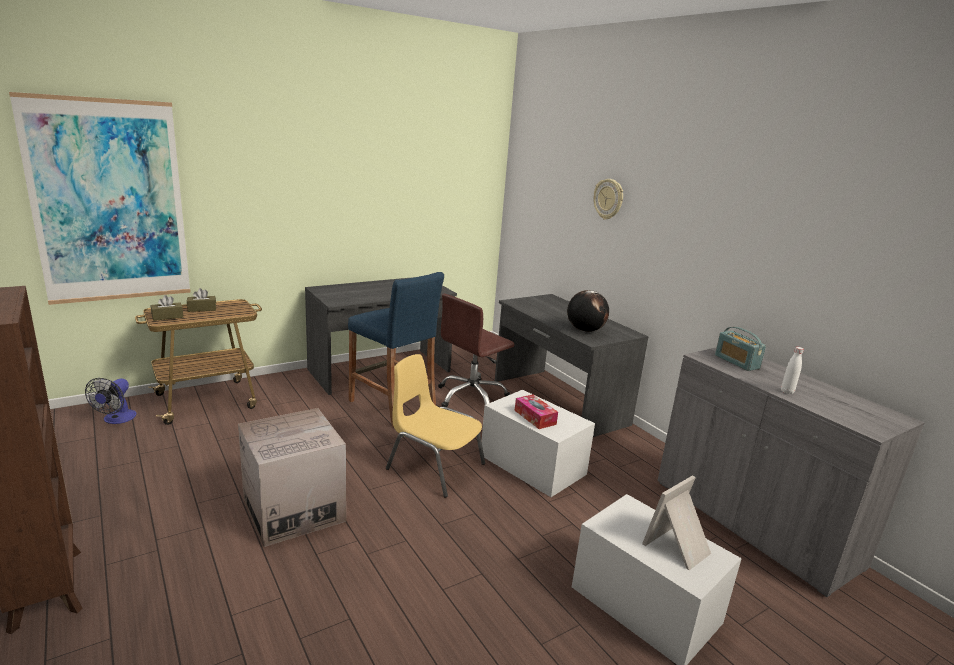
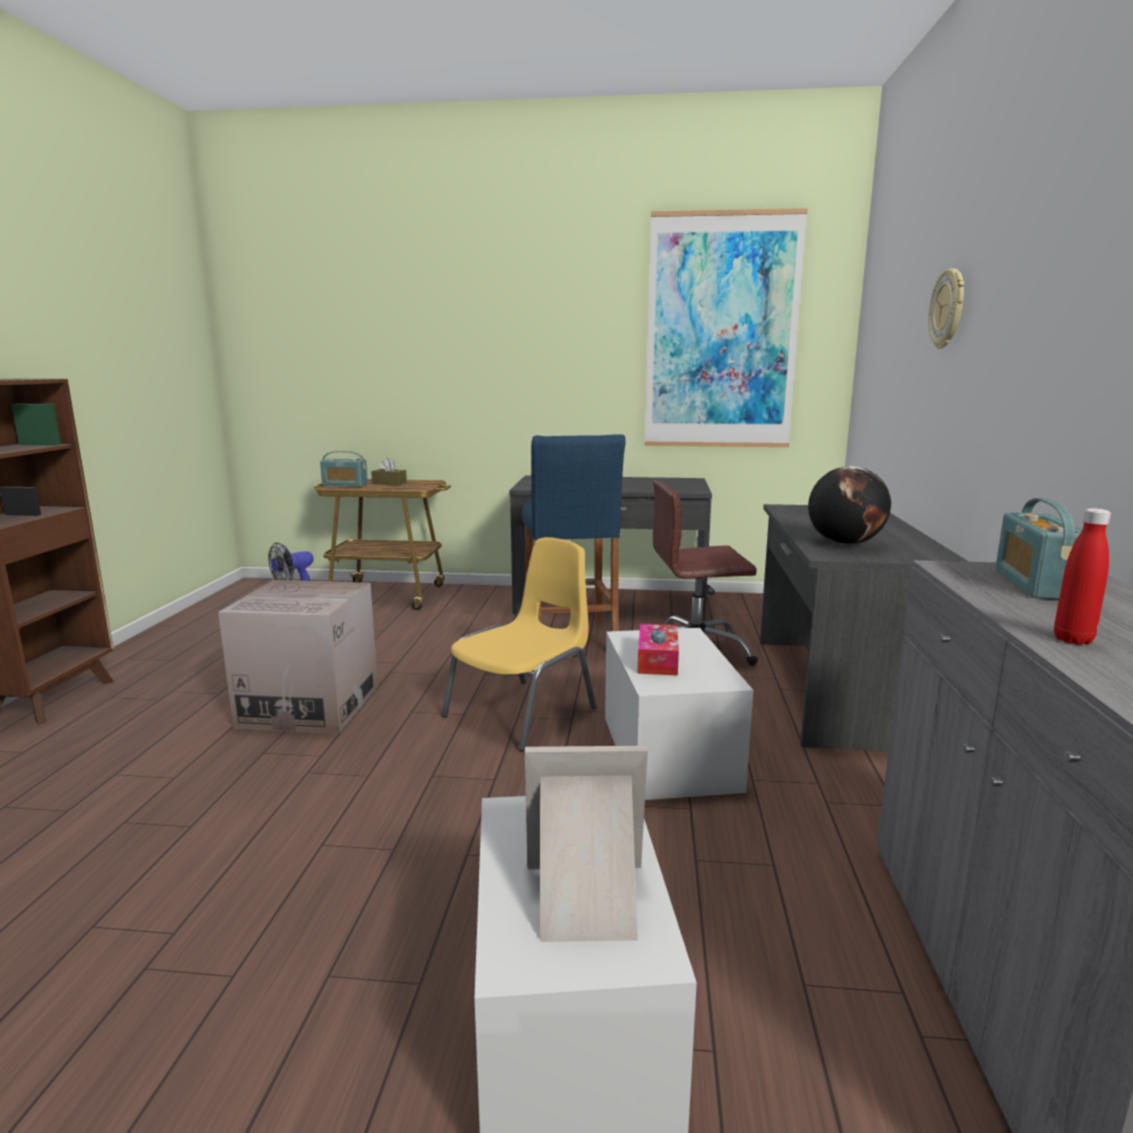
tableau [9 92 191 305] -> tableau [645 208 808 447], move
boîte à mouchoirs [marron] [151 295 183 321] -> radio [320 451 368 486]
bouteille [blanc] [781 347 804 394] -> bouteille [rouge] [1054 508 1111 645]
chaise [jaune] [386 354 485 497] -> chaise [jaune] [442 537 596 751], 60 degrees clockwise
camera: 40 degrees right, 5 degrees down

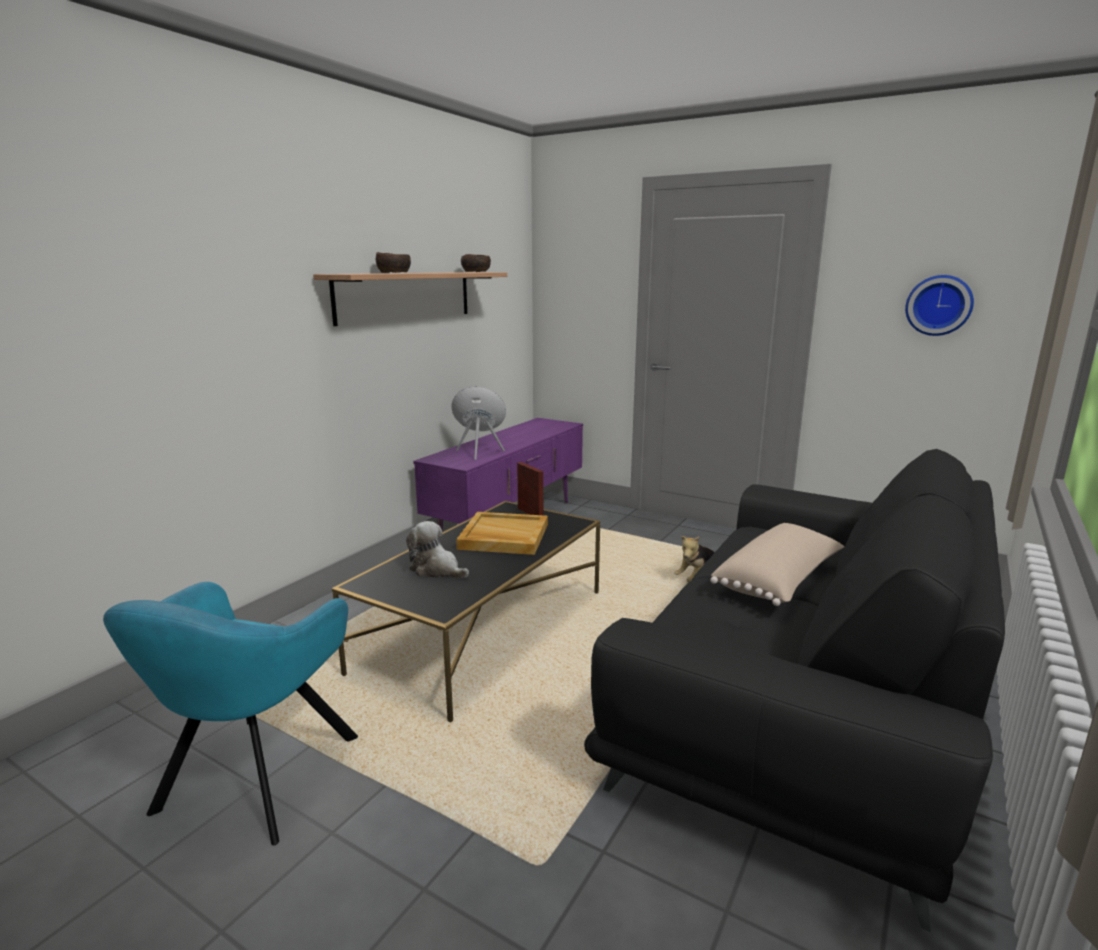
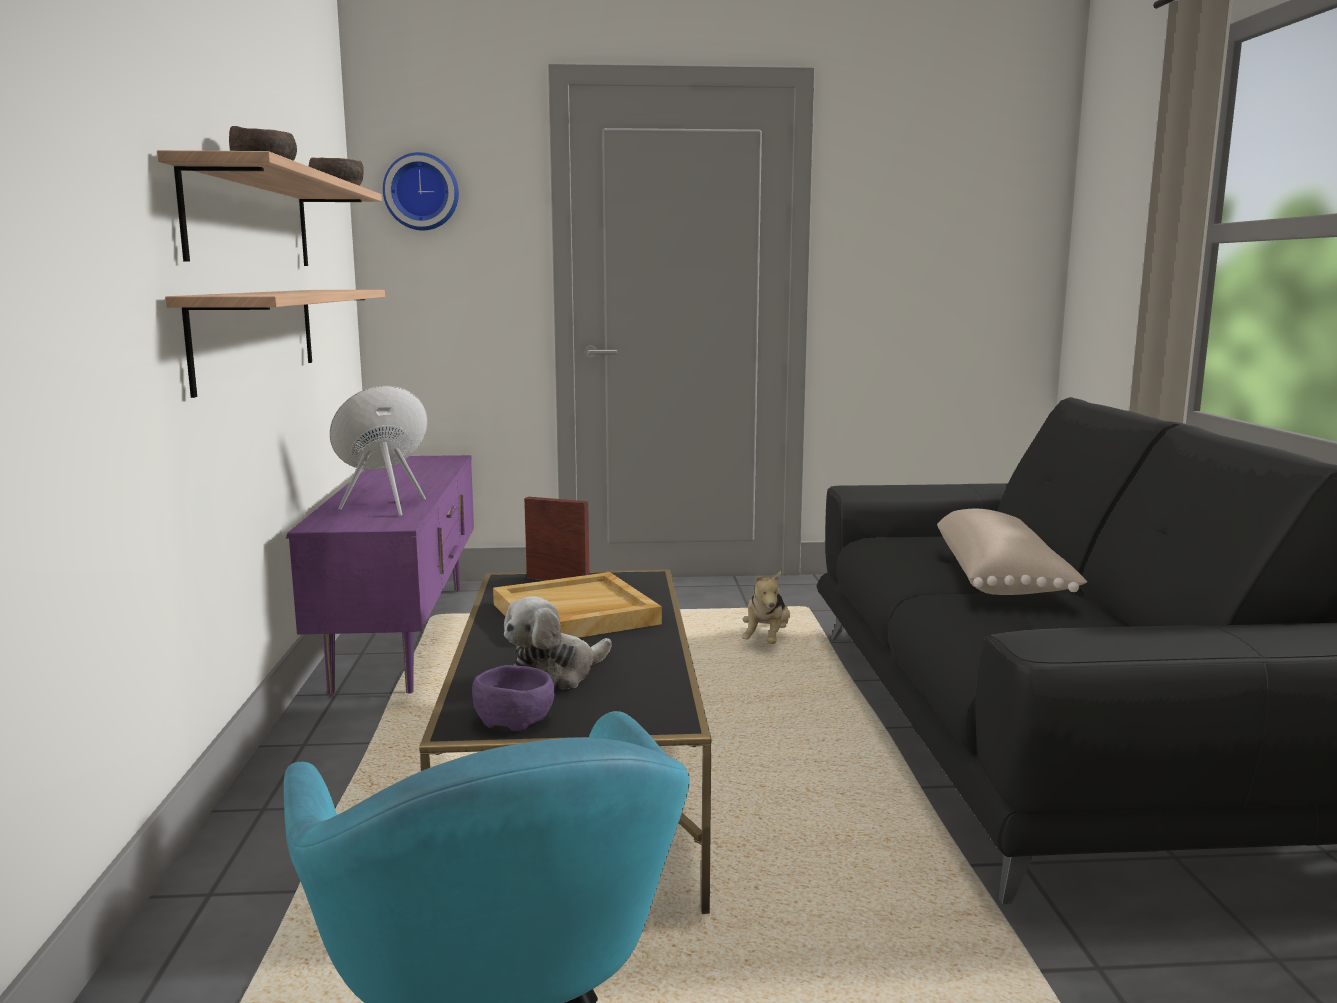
none -> étagère [165 290 385 398]
none -> bol [violet] [472 665 555 731]
horloge murale [905 275 974 336] -> horloge murale [383 152 459 230], move
peluche [406 521 469 579] -> peluche [504 596 612 690], 45 degrees counterclockwise
camera: 35 degrees left, 5 degrees down

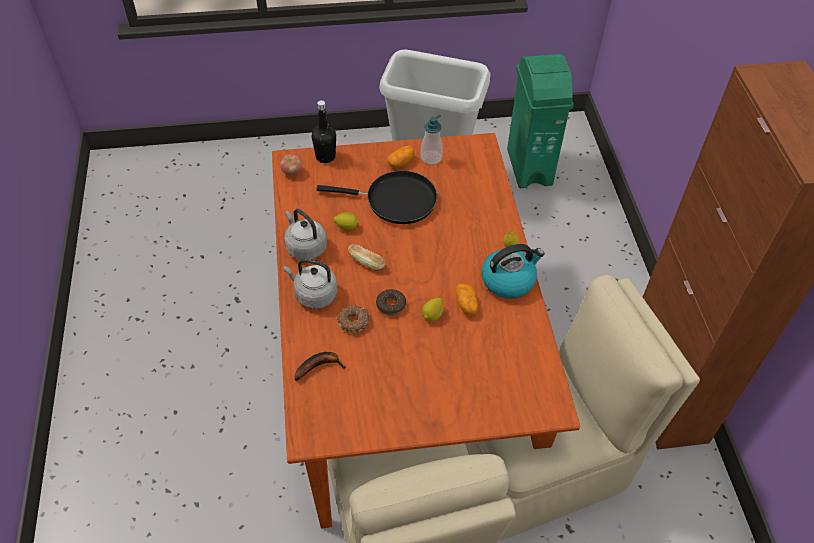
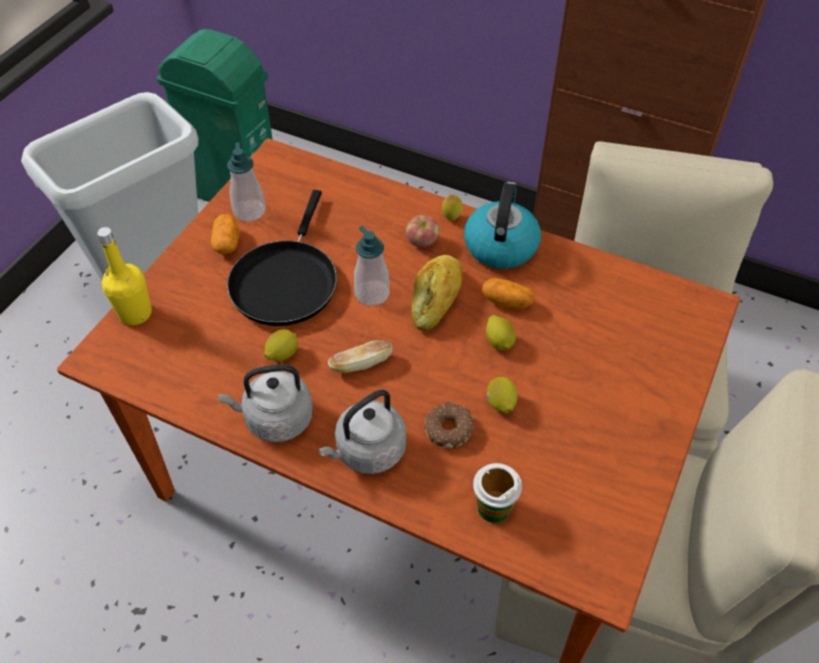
beignet [376 289 406 316] -> none
none -> distributeur de savon [354 226 390 306]
none -> pain [412 255 463 331]
none -> citron [487 377 518 414]
pomme [280 154 302 176] -> pomme [406 215 439 248], move
banane [294 352 346 381] -> tasse [473 463 522 523]
bouteille [noir] [312 100 336 163] -> bouteille [jaune] [97 227 152 325]
poêle [noir] [316 170 437 224] -> poêle [noir] [227 190 337 326], 150 degrees clockwise
camera: 55 degrees left, 0 degrees up

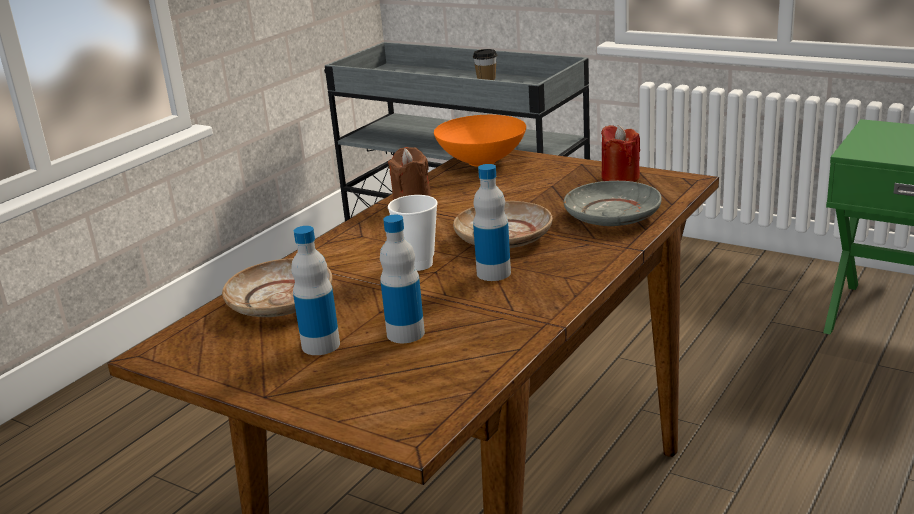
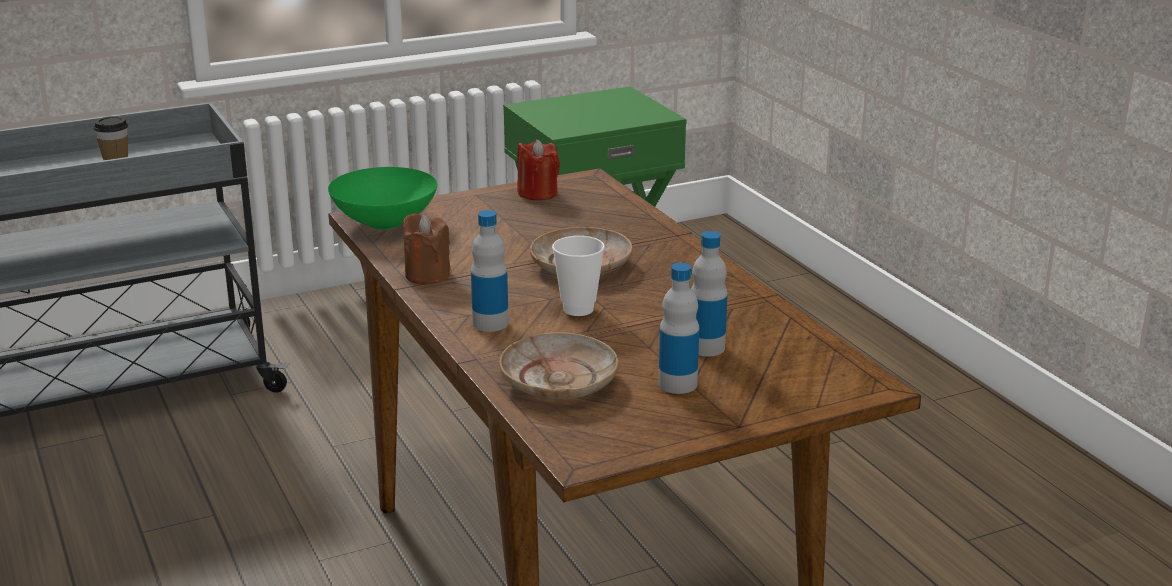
assiette [gris] [564 181 662 226] -> none
bouteille [473 164 511 281] -> bouteille [471 210 509 332], move
bol [orange] [434 115 526 167] -> bol [vert] [328 167 437 230]
camera: 60 degrees left, 0 degrees up

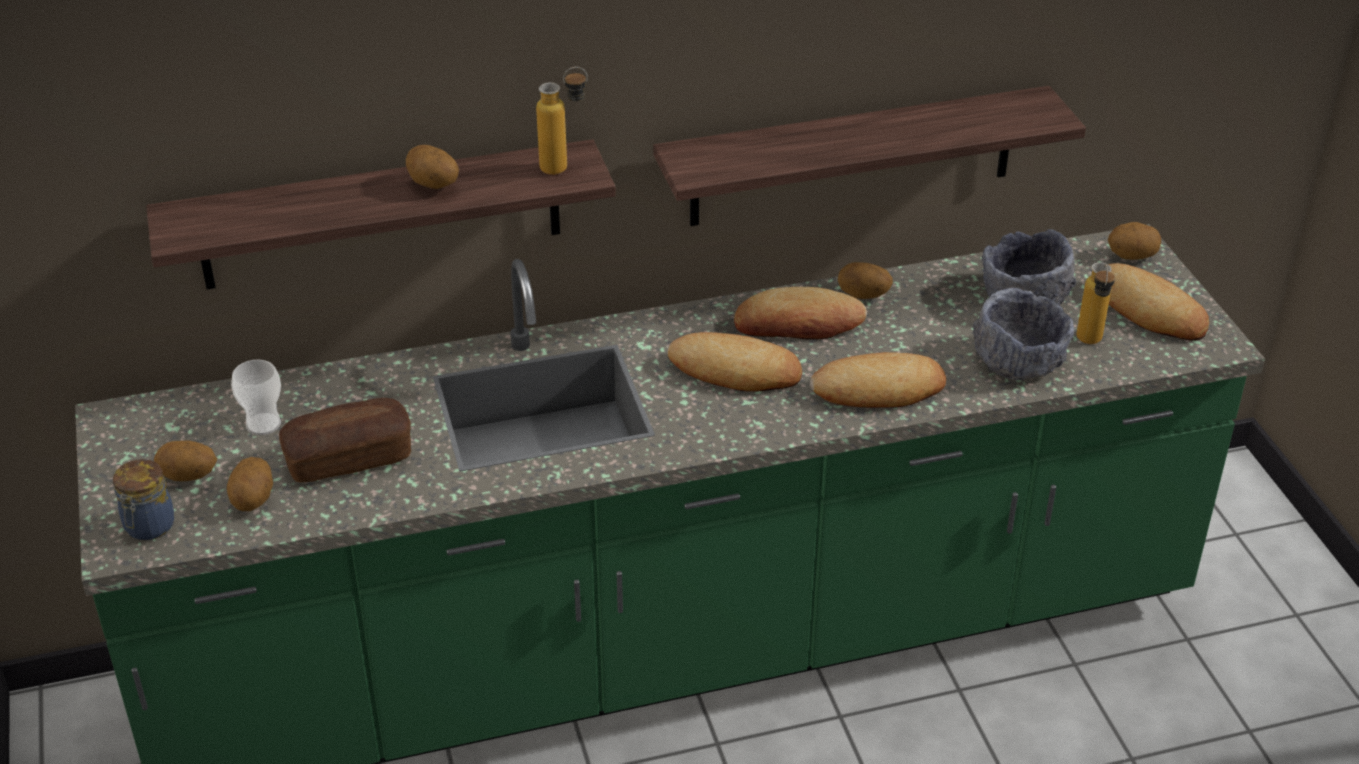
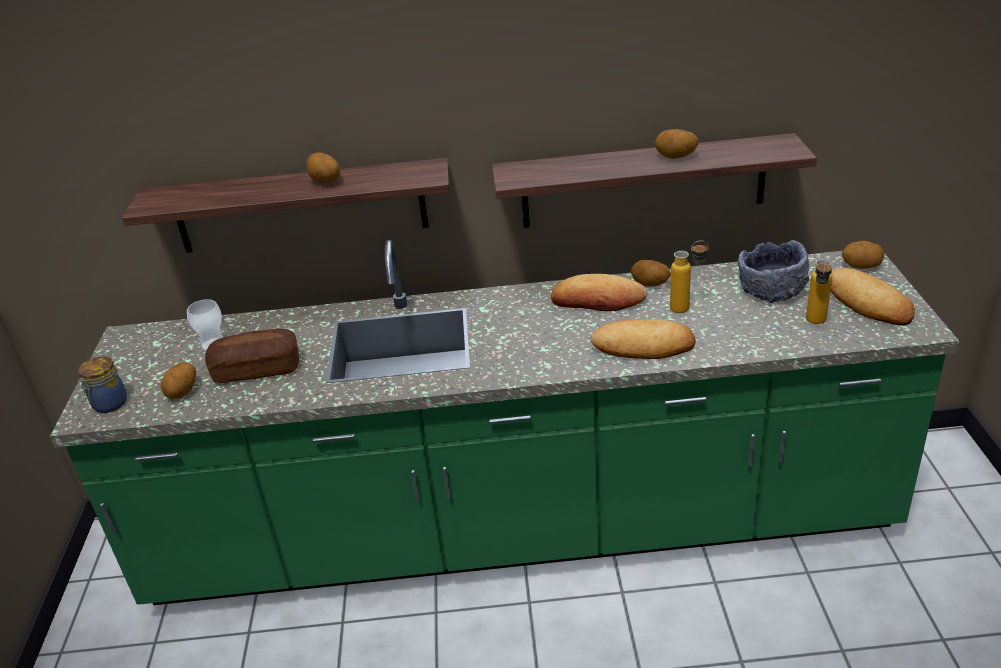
pain [667 332 802 392] -> none
bol [gris] [972 288 1074 380] -> none
pomme de terre [154 441 217 481] -> pomme de terre [655 129 699 159], move
bouteille [536 67 588 175] -> bouteille [670 240 709 313], move
camera: 15 degrees right, 5 degrees down

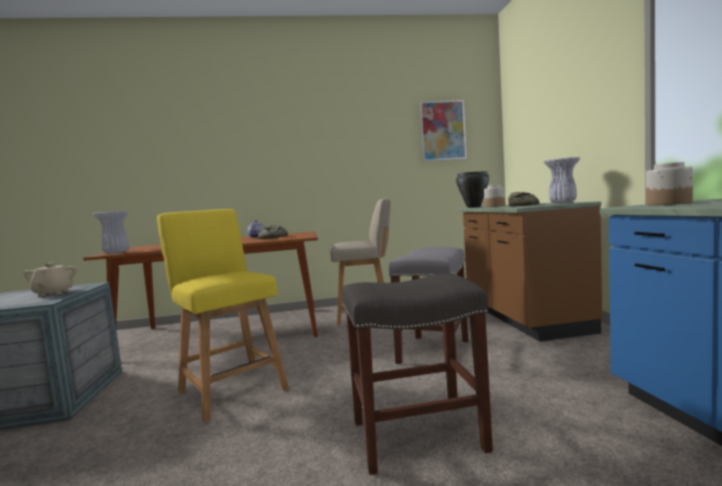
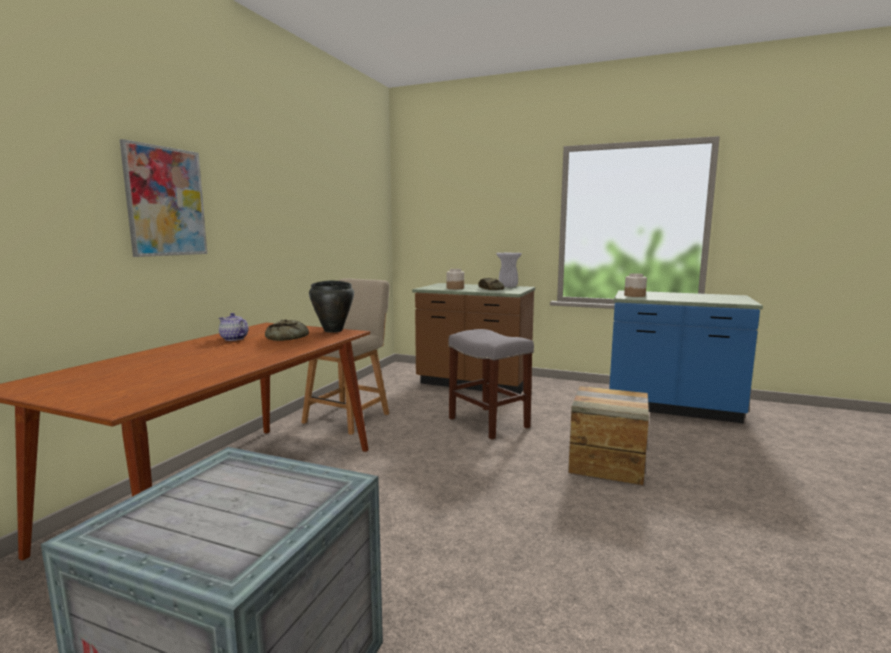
théière [beige] [23 263 77 297] -> none
vase [blanc] [93 211 130 254] -> none
chaise [jaune] [157 209 289 423] -> none
tableau [420 100 467 162] -> tableau [120 139 207 257], move
marmite [noir] [456 171 489 208] -> marmite [noir] [309 281 354 333], move
tabouret [gris] [342 274 493 475] -> caisse [568 386 649 485]
camera: 60 degrees left, 5 degrees up

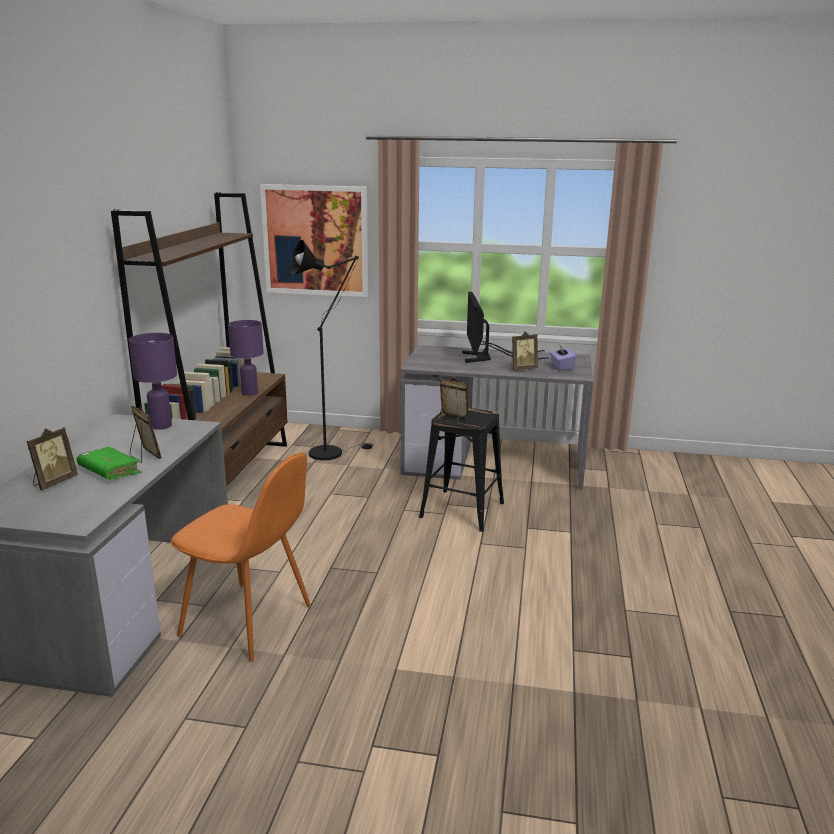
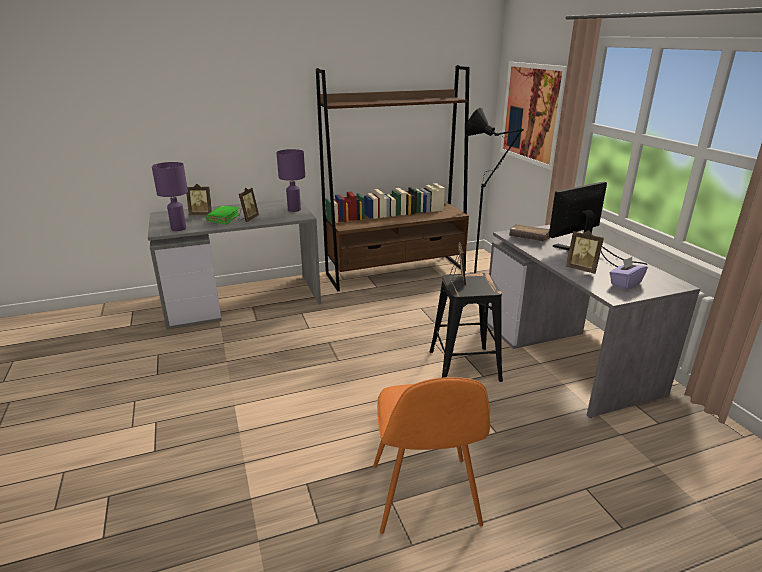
none -> livre [marron] [509 224 550 242]
chaise [orange] [171 453 311 662] -> chaise [orange] [373 377 490 534], move
lampe de table [violet] [228 320 264 396] -> lampe de table [violet] [152 162 188 231], move
camera: 60 degrees right, 5 degrees up

